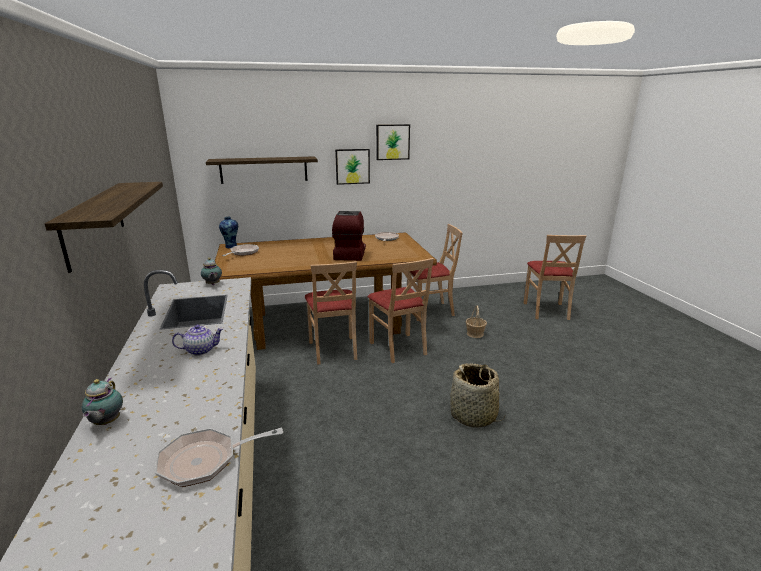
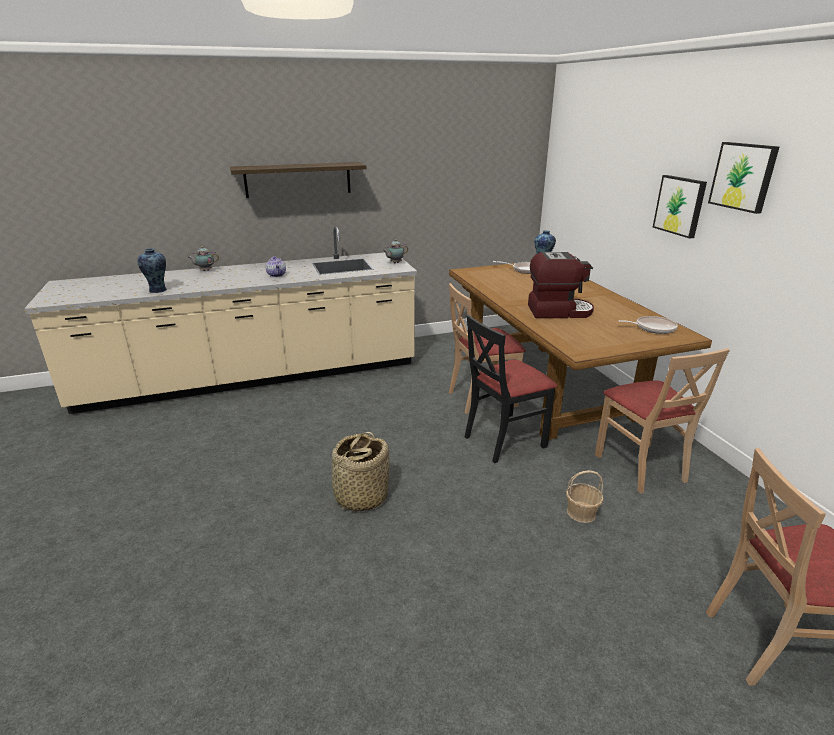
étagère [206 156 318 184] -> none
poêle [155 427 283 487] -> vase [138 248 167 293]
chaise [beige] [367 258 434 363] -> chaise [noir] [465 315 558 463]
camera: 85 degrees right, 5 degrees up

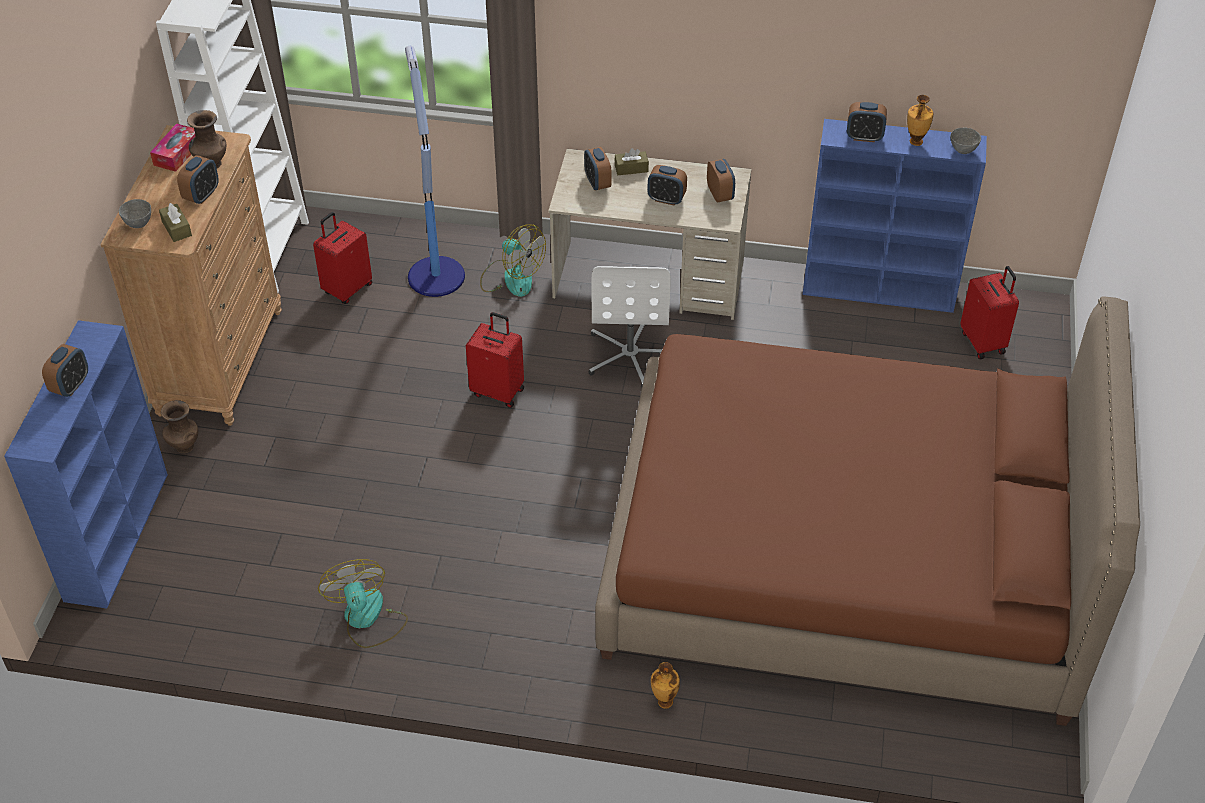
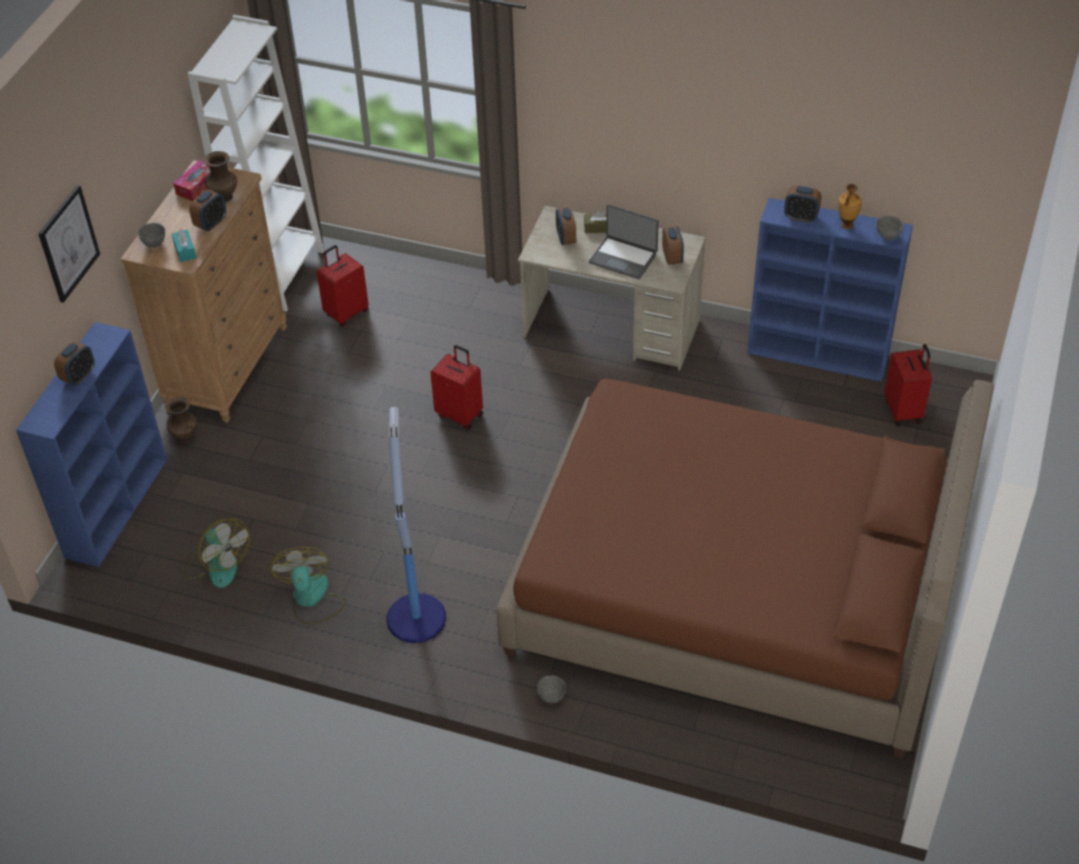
chaise de bureau [blanc] [588 266 671 387] -> none
none -> tableau [38 185 100 303]
lampadaire [405 46 465 297] -> lampadaire [387 407 446 643], move
ventilateur [480 224 546 297] -> ventilateur [184 519 250 588], move
réveil [647 165 687 205] -> ordinateur portable [589 204 659 279]
vase [651 662 680 709] -> bol [gris] [537 675 566 703]
boîte à mouchoirs [marron] [159 203 192 242] -> boîte à mouchoirs [turquoise] [172 229 196 262]
camera: 10 degrees right, 0 degrees up

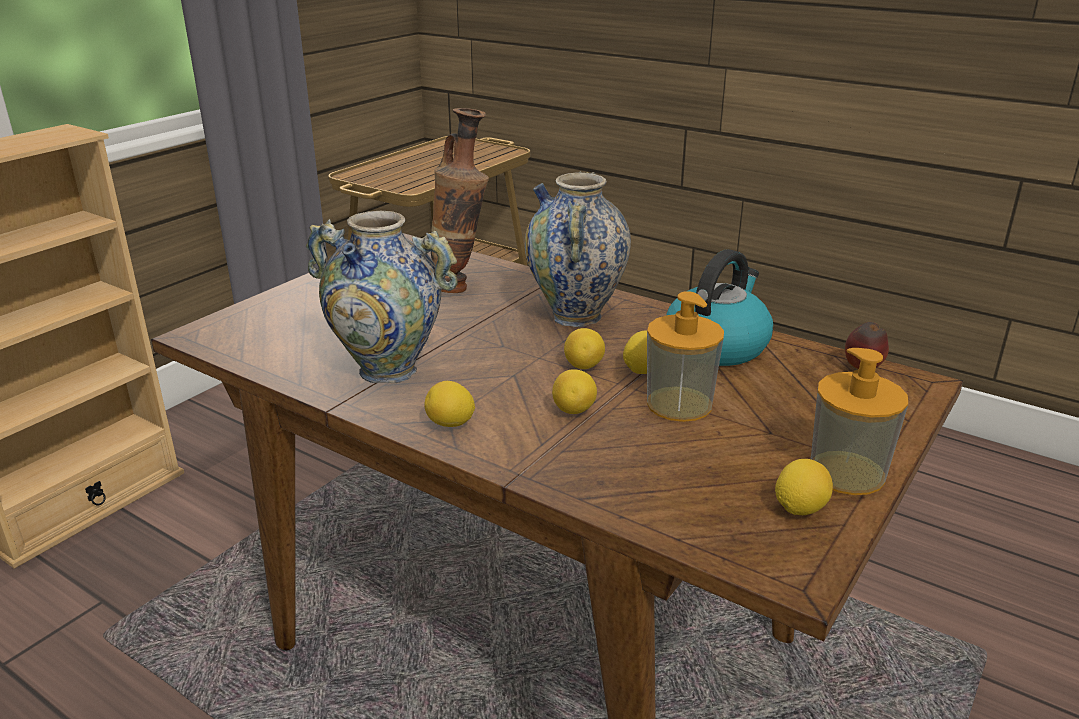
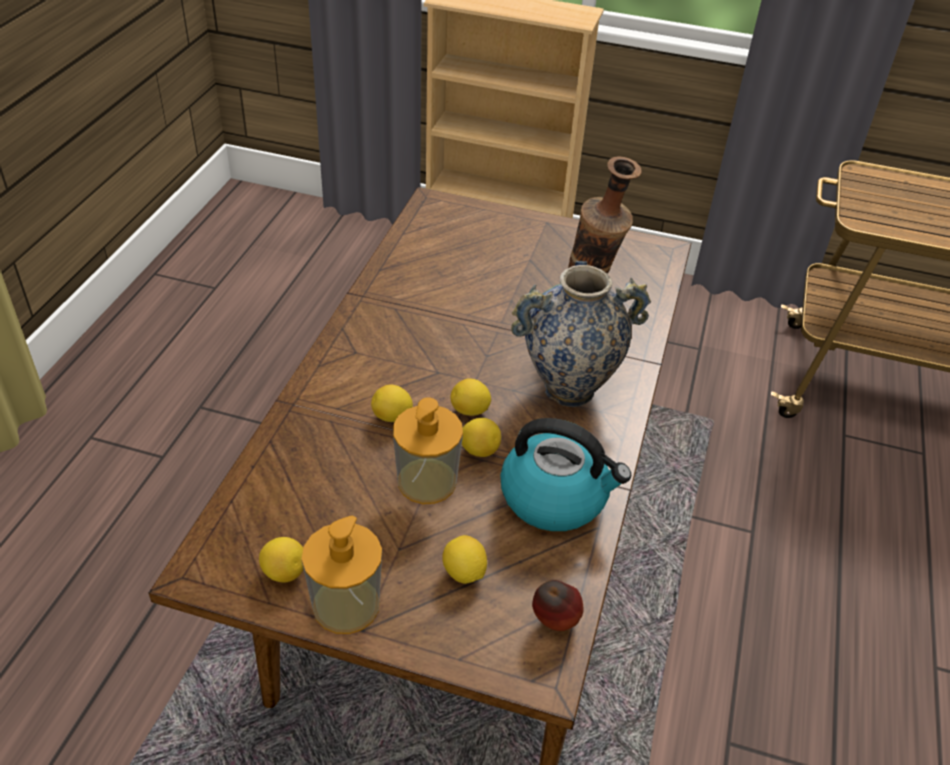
vase [306 211 457 383] -> none
citron [424 381 475 427] -> citron [442 535 487 584], move
camera: 70 degrees right, 15 degrees up

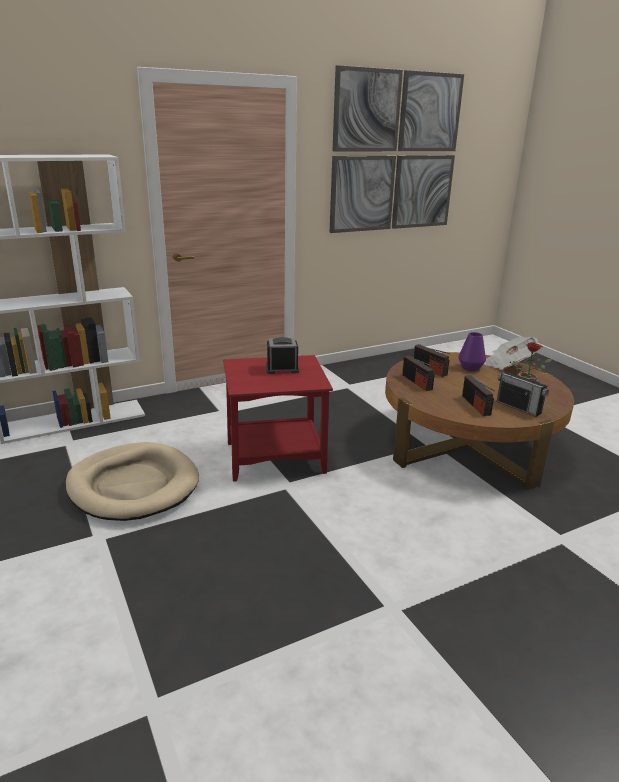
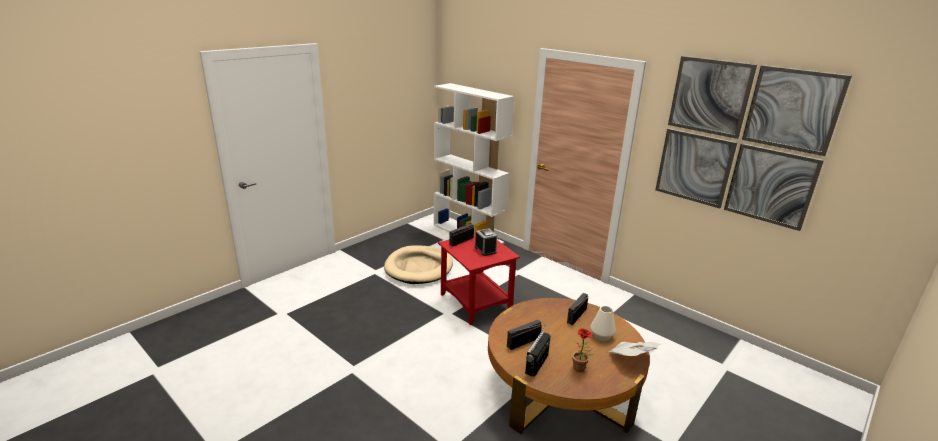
radio [402 355 435 391] -> radio [449 223 474 246], move
vase [violet] [458 332 486 371] -> vase [blanc] [590 306 616 341]
camera: 70 degrees right, 0 degrees up

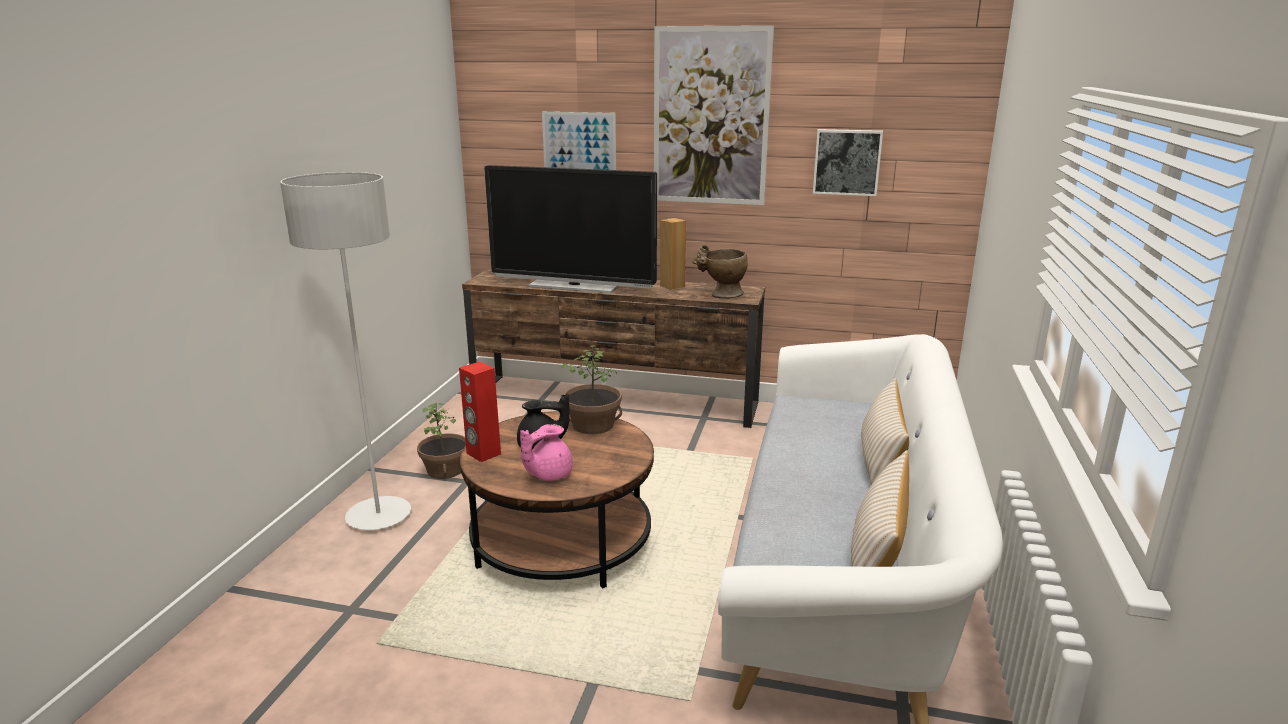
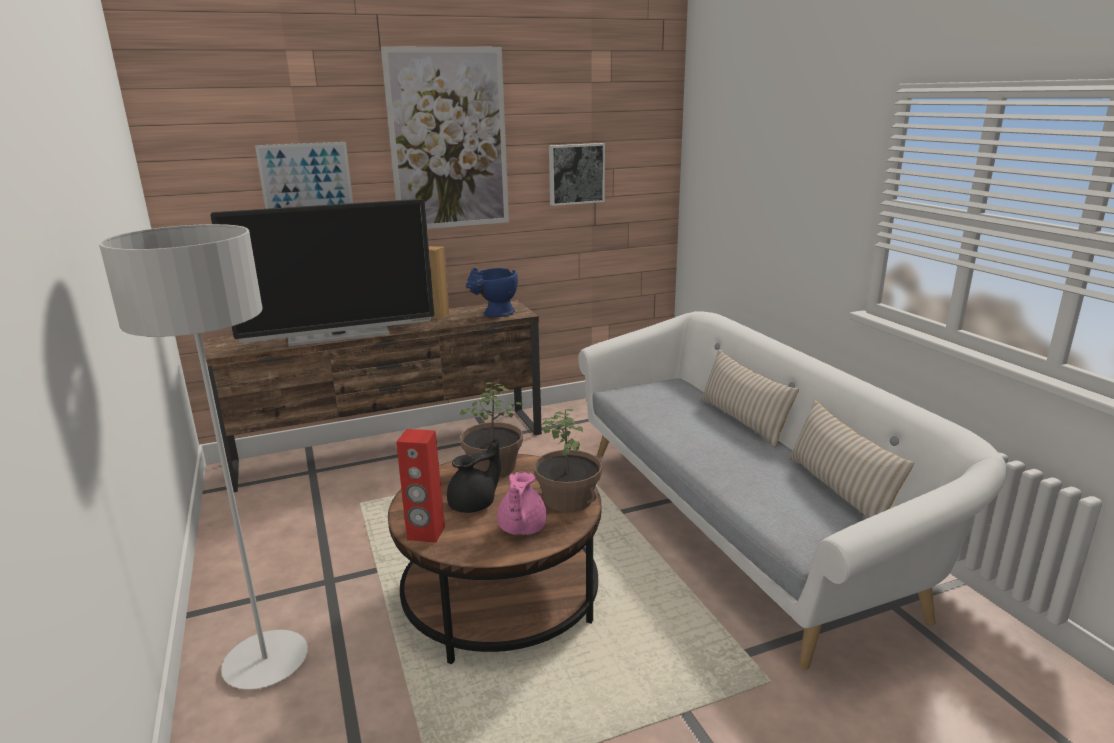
plante en pot [417 403 466 479] -> plante en pot [534 409 602 512], move
vase [beige] [693 245 748 299] -> vase [bleu] [466 268 518 318]
camera: 35 degrees left, 0 degrees up

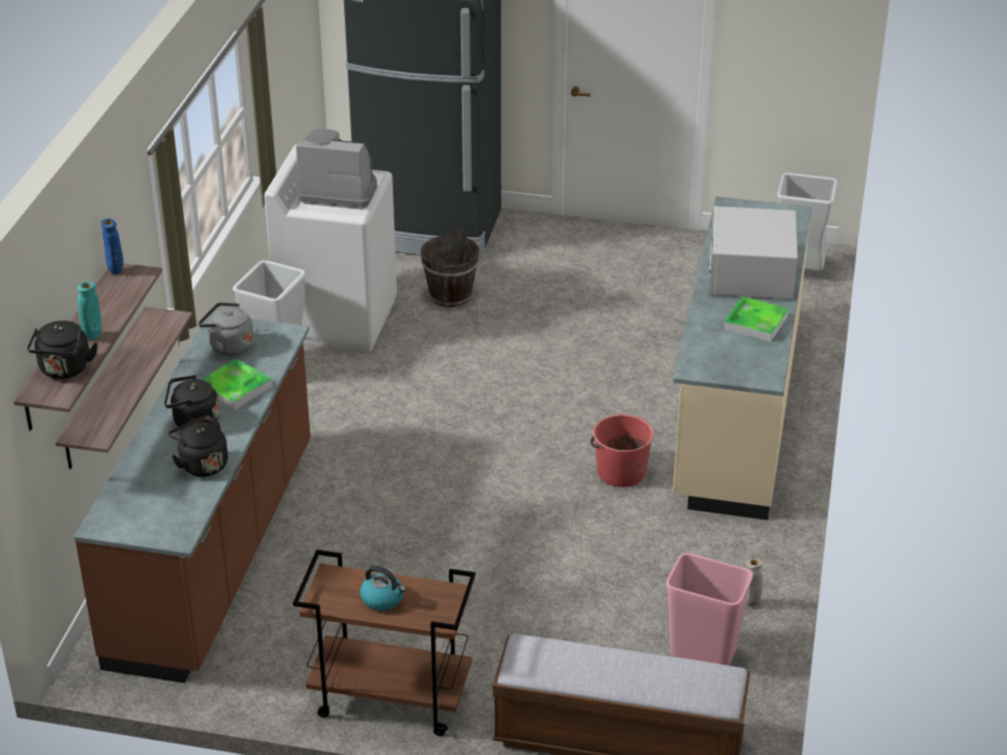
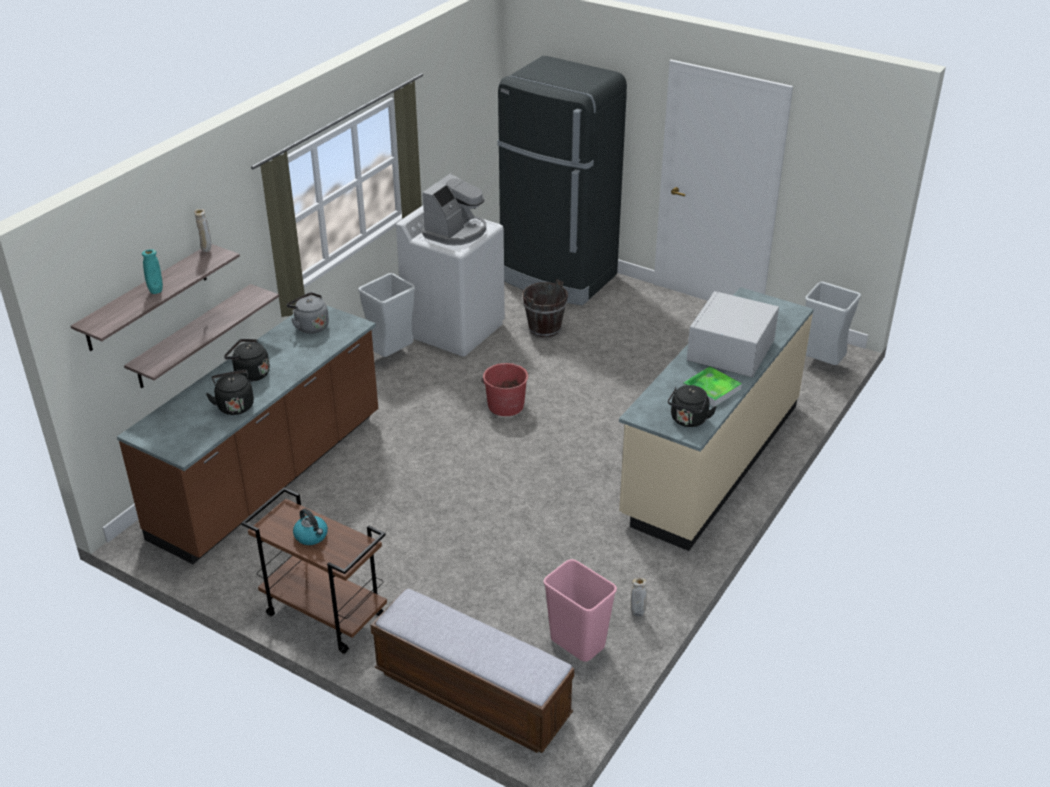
plateau [201 359 272 410] -> none
bouilloire [noir] [27 320 98 379] -> bouilloire [noir] [668 385 717 427], move
seau [rouge] [590 414 654 487] -> seau [rouge] [481 363 529 416], move
vase [bleu] [101 219 123 274] -> vase [beige] [194 209 211 252]
machine à café [296 129 377 209] -> machine à café [422 174 486 245], 90 degrees clockwise
camera: 20 degrees right, 0 degrees up

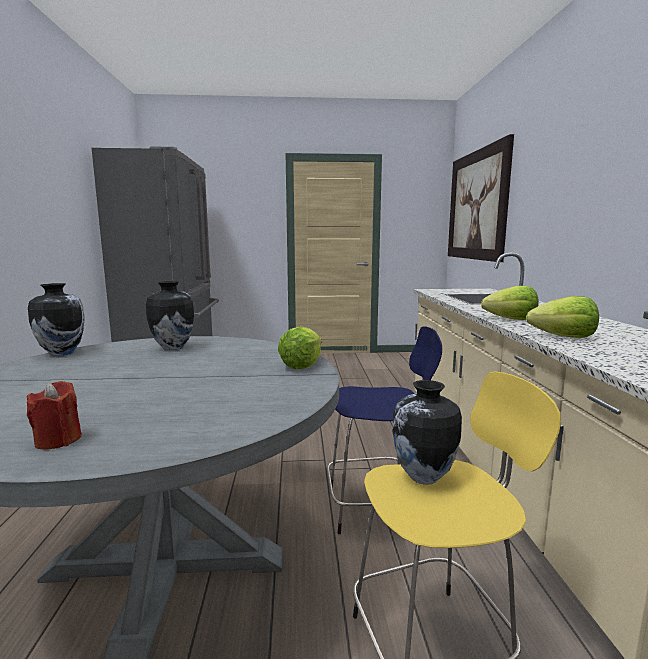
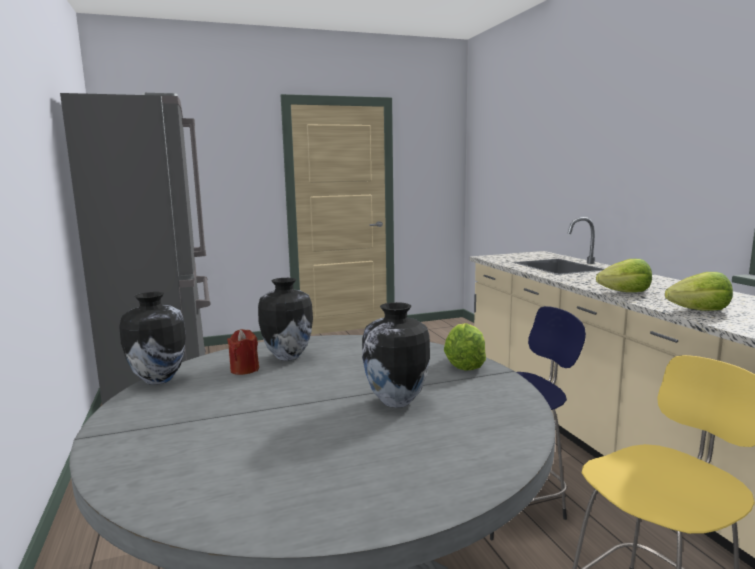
tableau [448 134 514 262] -> none
bougie [rouge] [27 381 82 449] -> bougie [rouge] [227 329 259 375], move
vase [392 380 462 485] -> vase [362 302 430 408], move
camera: 15 degrees left, 0 degrees up

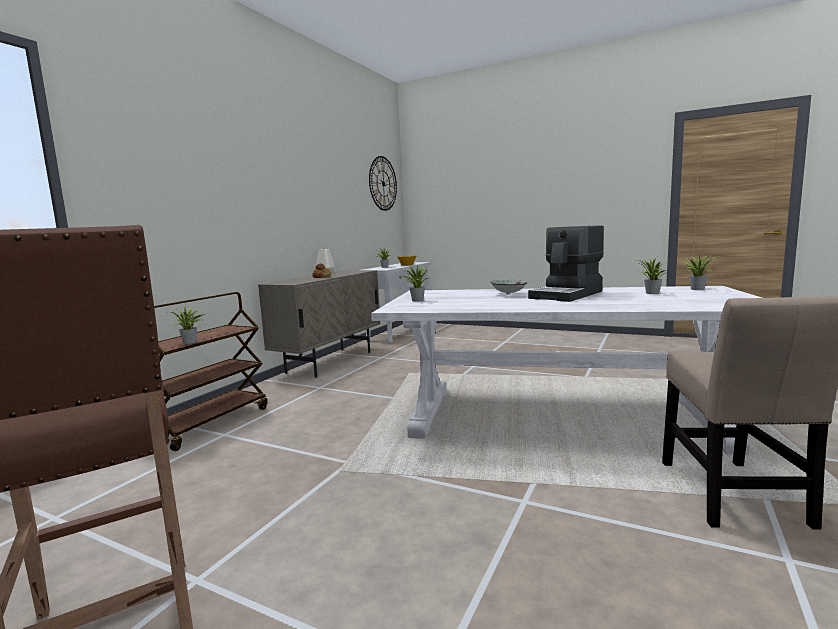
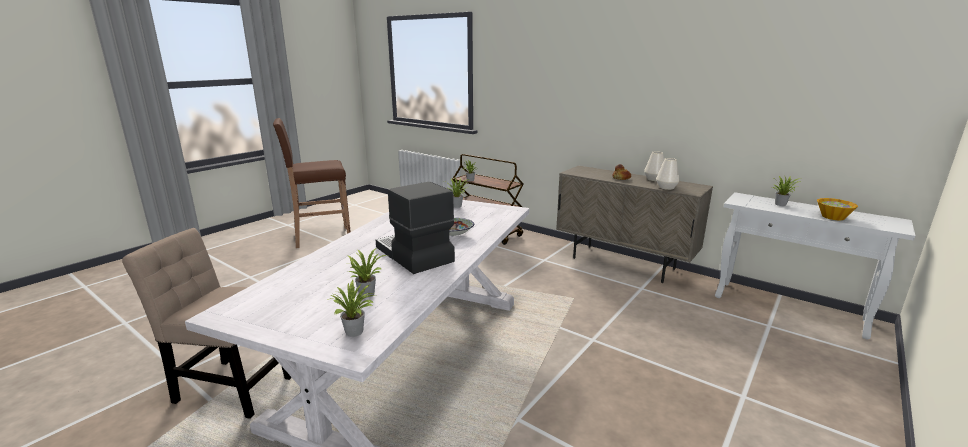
horloge murale [369 156 397 211] -> none
none -> vase [blanc] [656 158 680 190]
camera: 100 degrees right, 10 degrees up

